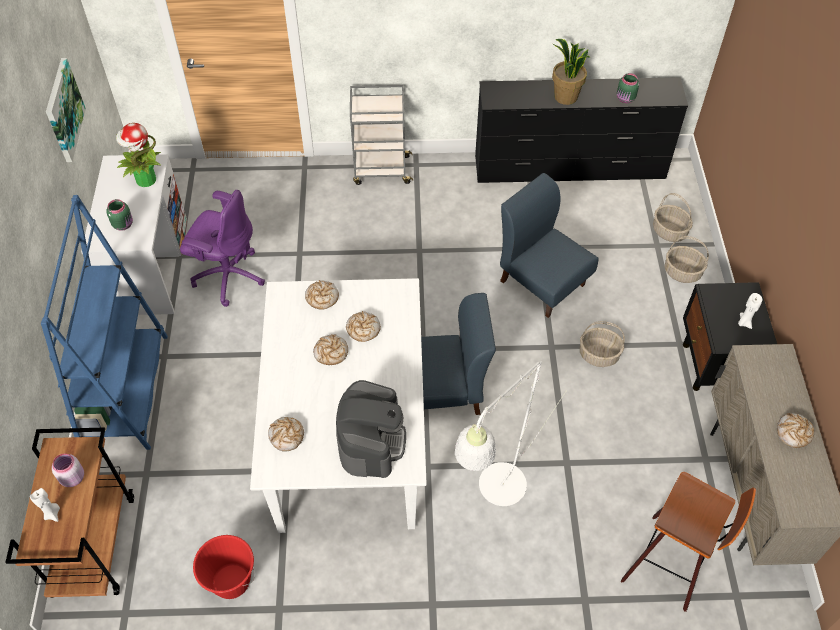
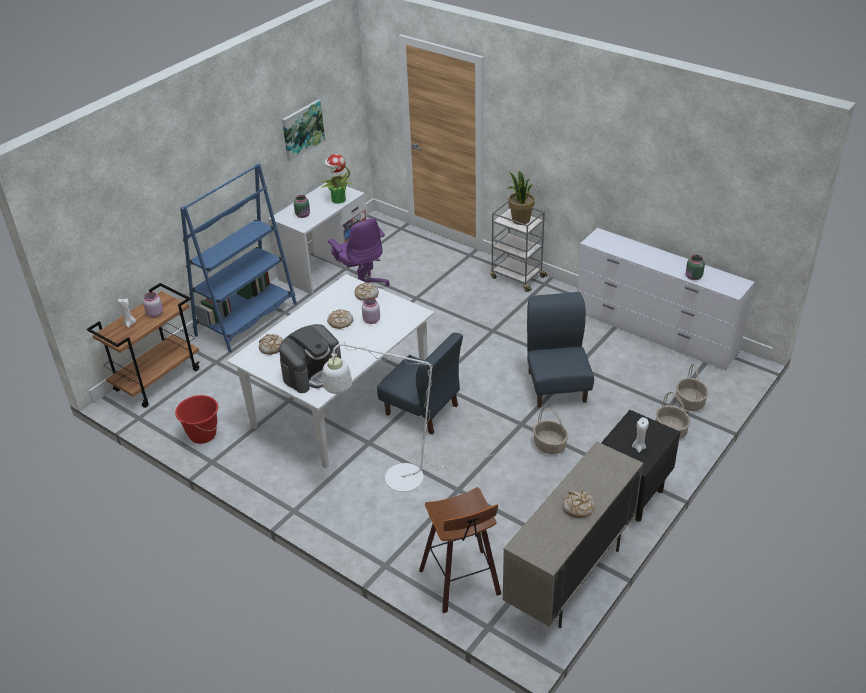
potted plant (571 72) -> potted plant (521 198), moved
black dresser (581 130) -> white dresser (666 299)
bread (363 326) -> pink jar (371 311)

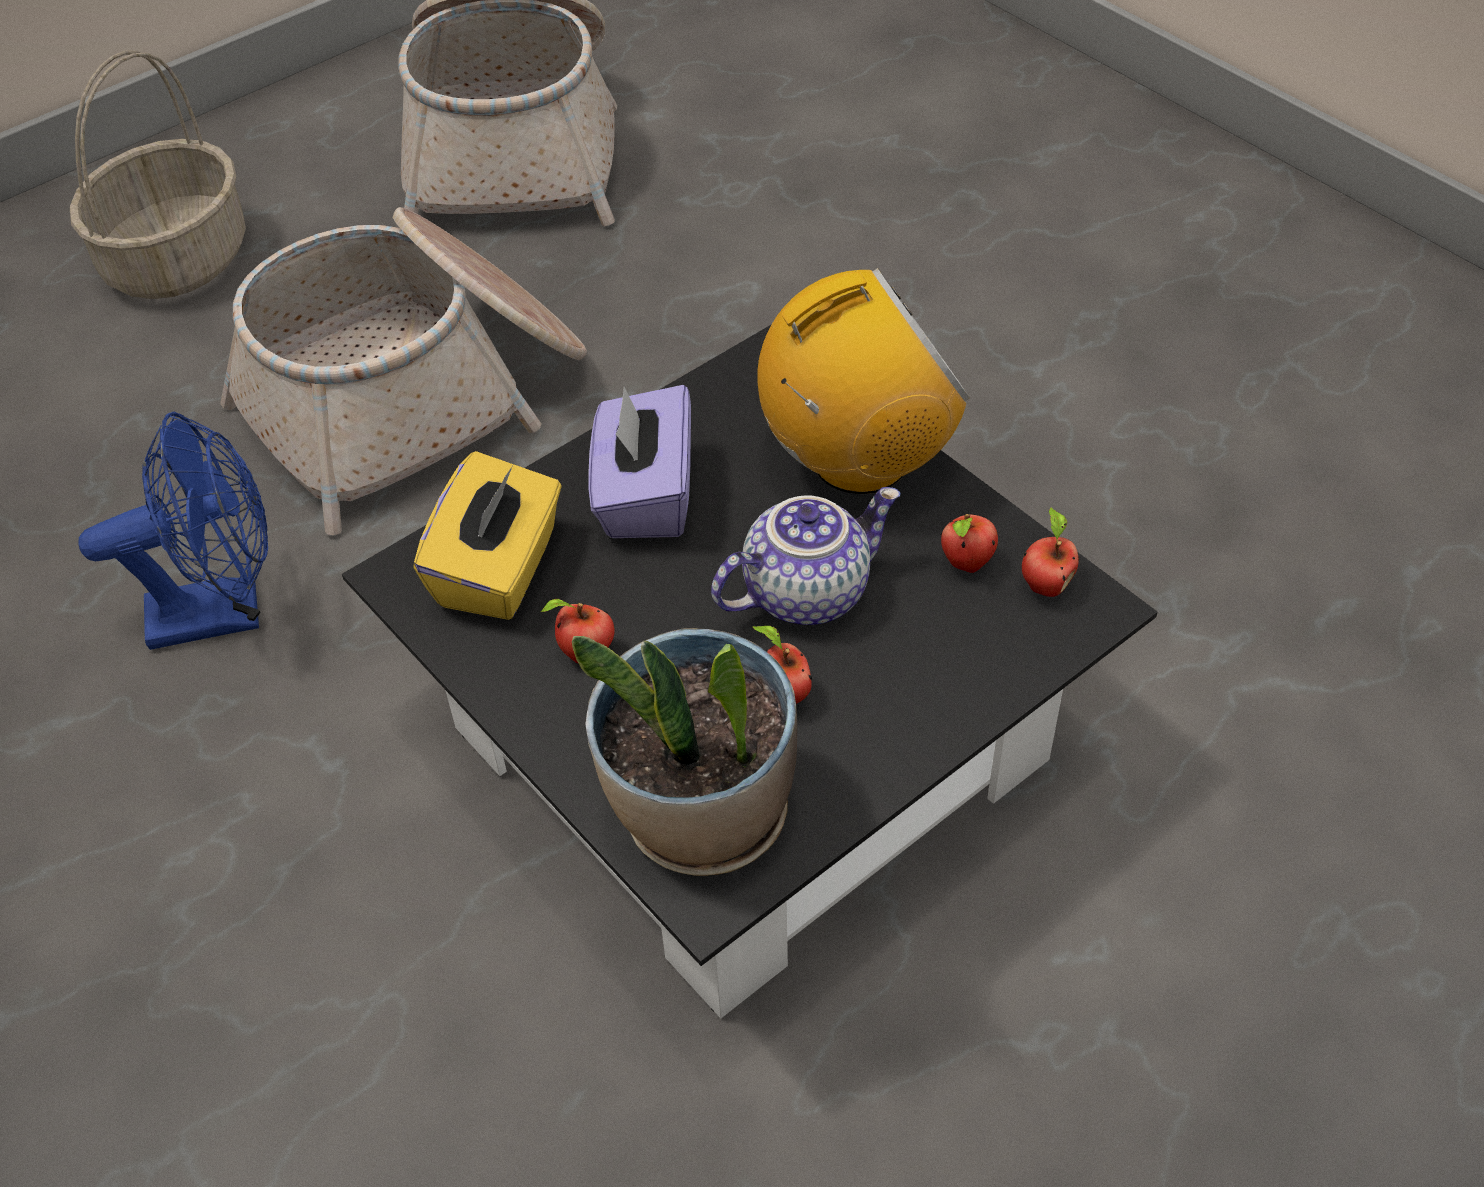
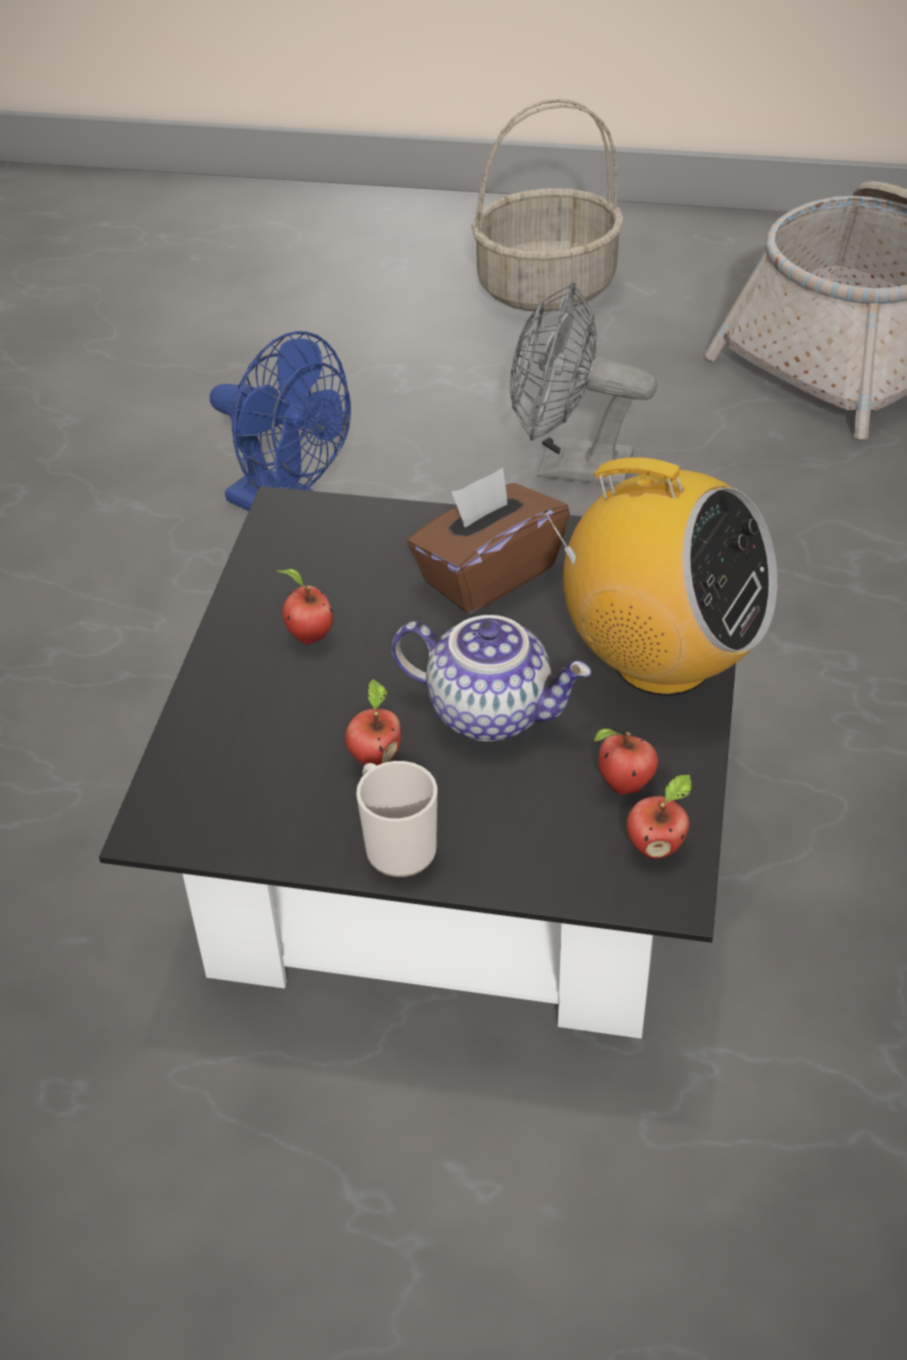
basket (403 371) -> grey fan (583 384)
purple tissue box (639 461) -> brown tissue box (488 541)
yellow tissue box (487 535) -> none
potted plant (684 752) -> none
none -> mug (396 819)

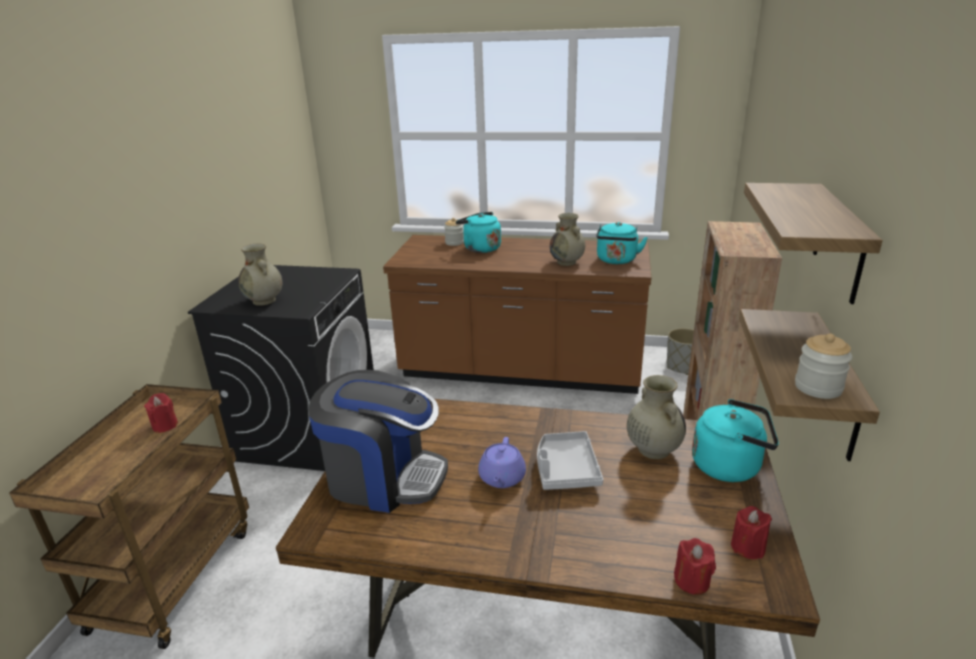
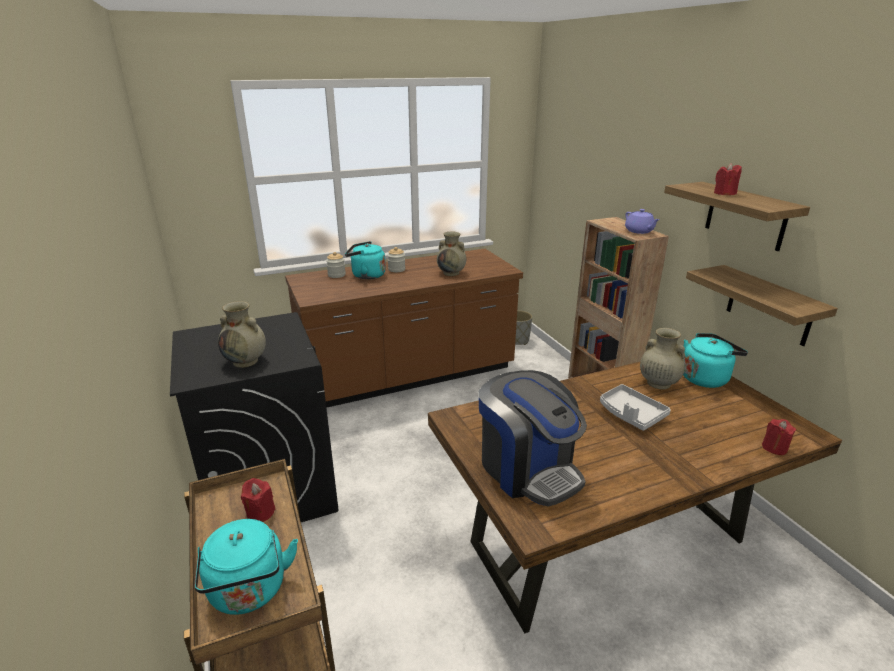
turquoise kettle (622 243) -> turquoise kettle (246 567), moved
jar (823 366) -> jar (396 259), moved
coffee machine (378 441) -> coffee machine (532 438), 75 degrees clockwise
purple teapot (502 462) -> purple teapot (642 221), moved
red candle (751 532) -> red candle (728 179), moved

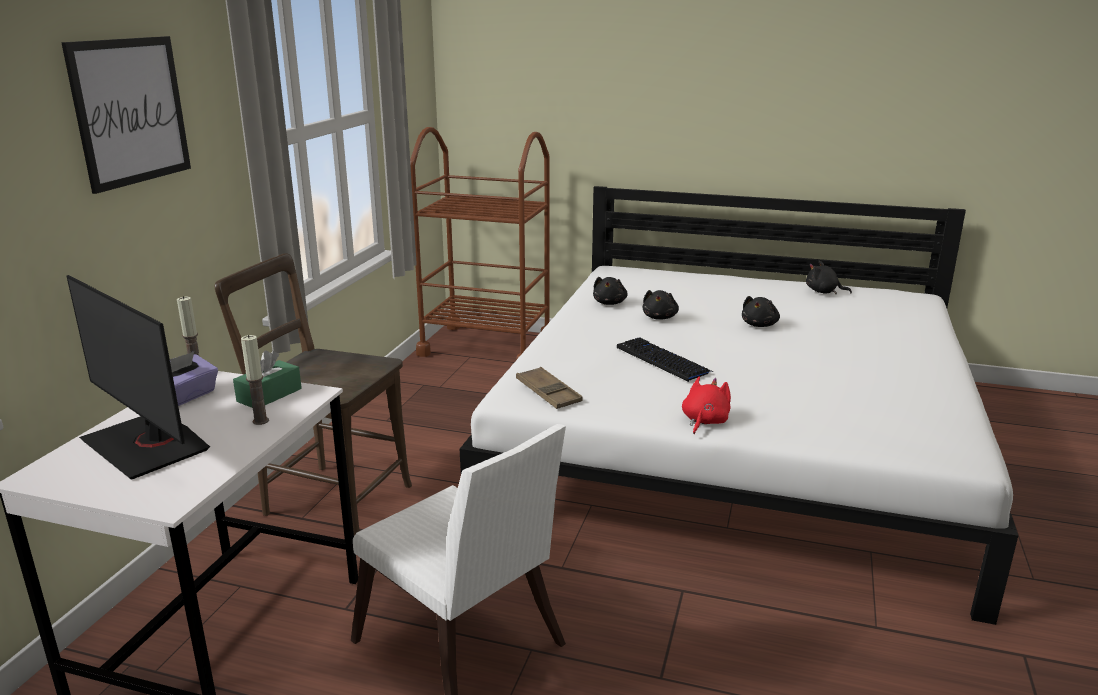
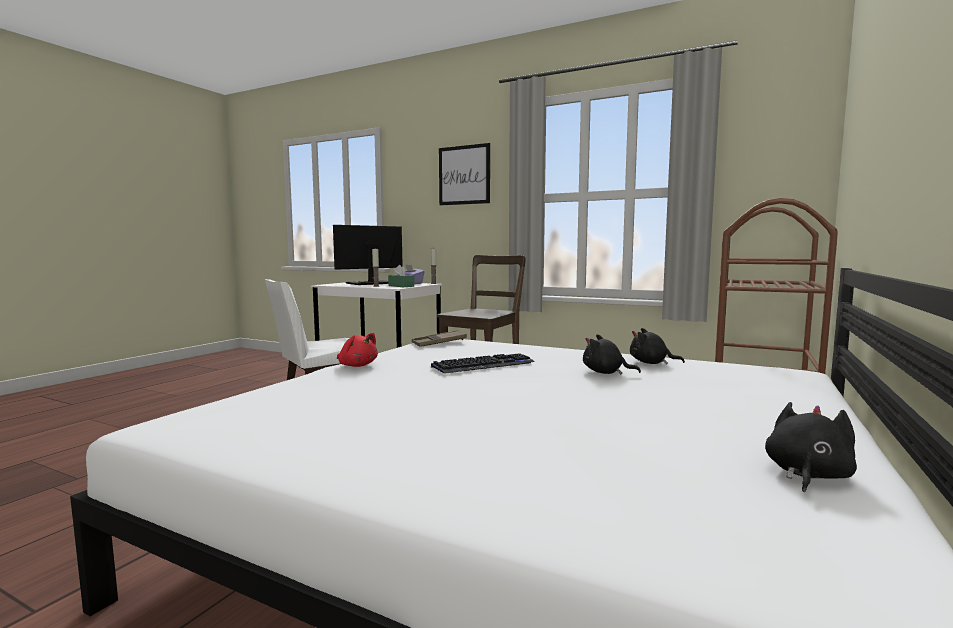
black plush toy (761 311) -> none

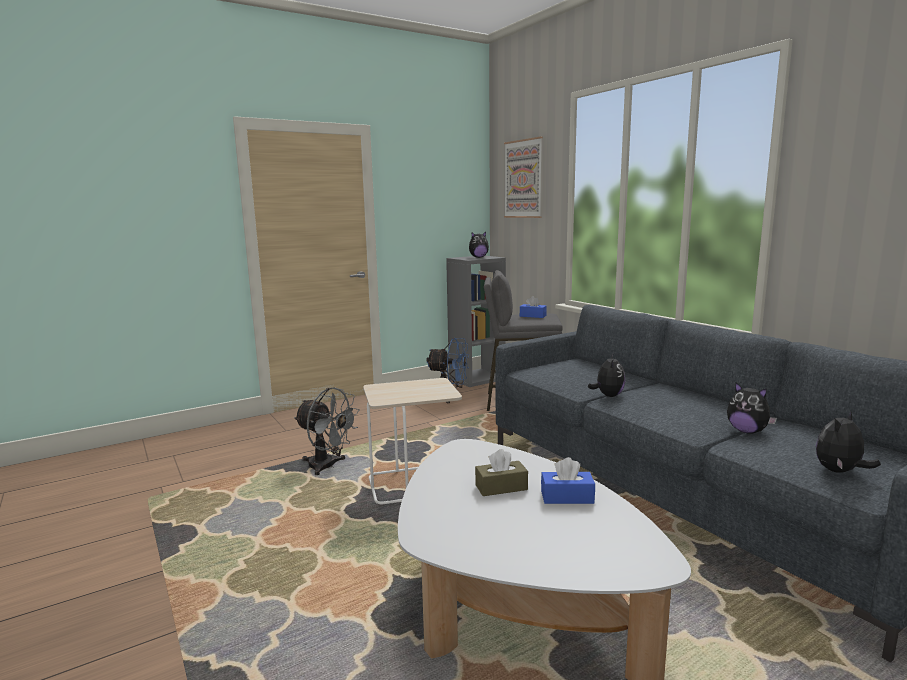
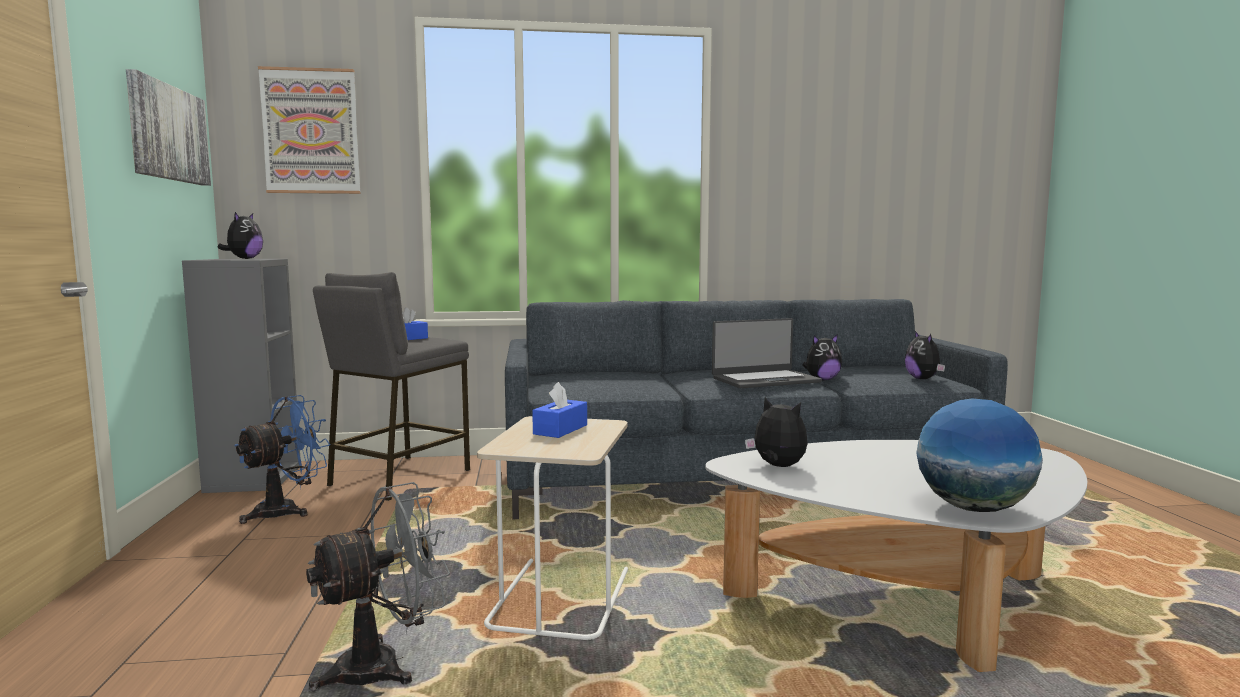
plush toy (606 375) -> plush toy (776 432), moved
brown tissue box (501 472) -> none
blue tissue box (568 480) -> blue tissue box (559 410), moved
none -> picture (168 127)
none -> laptop (767 353)
none -> globe (979 455)

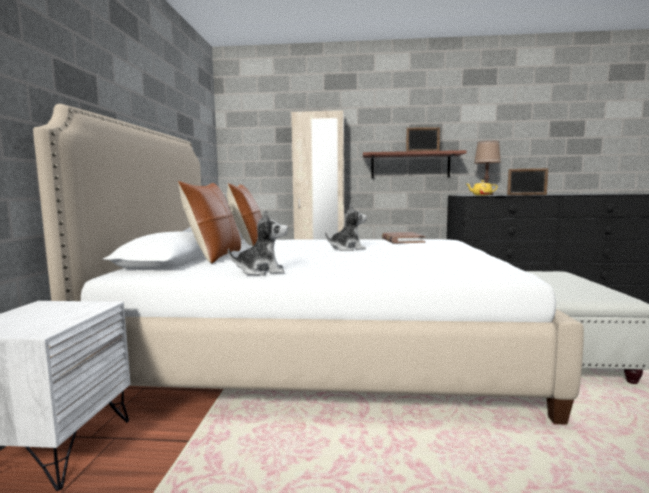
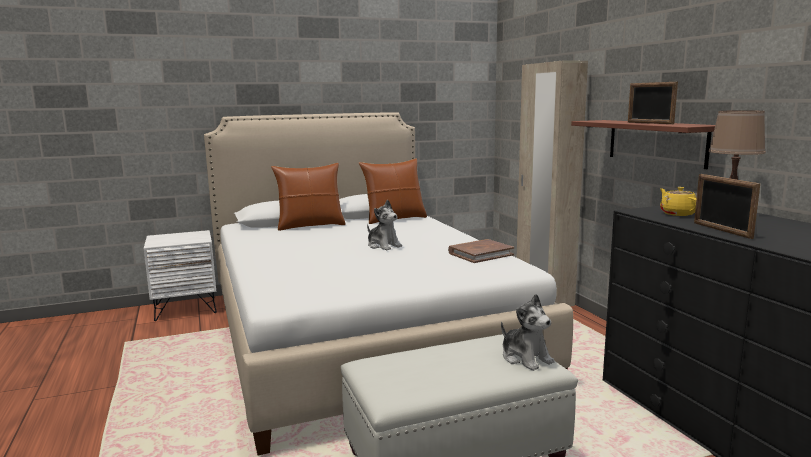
plush toy (258 243) -> plush toy (527 332), moved

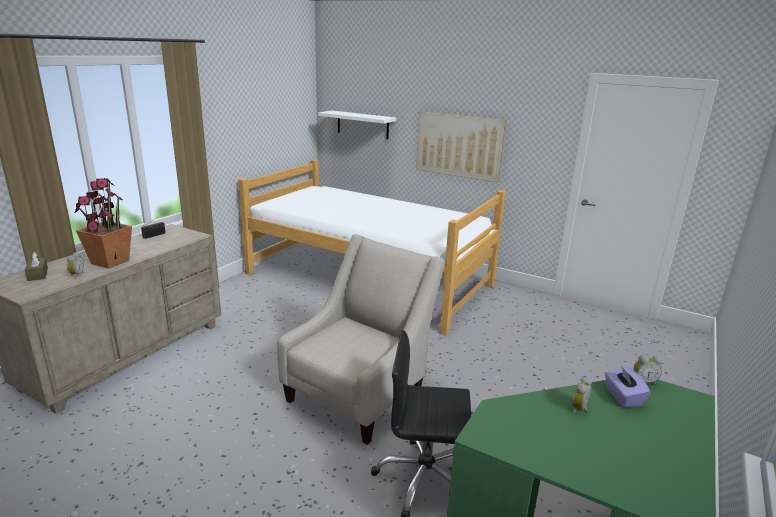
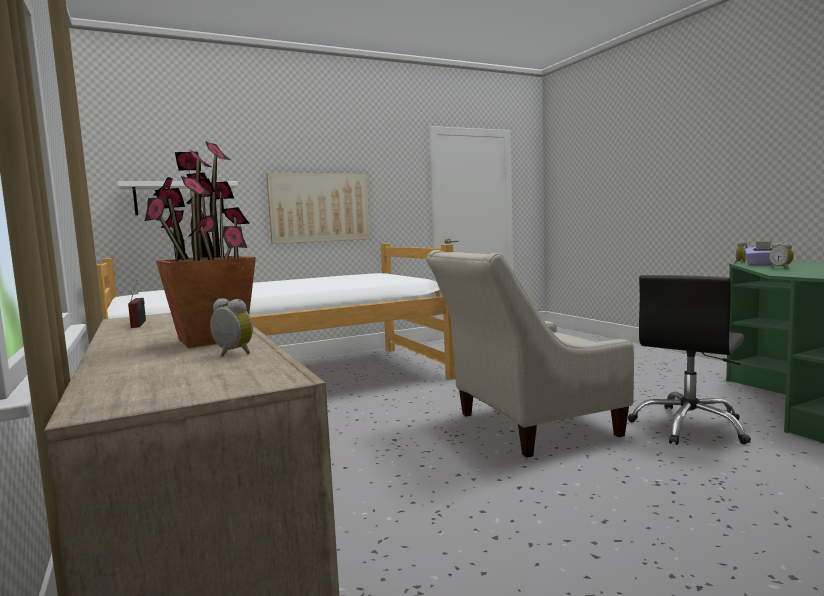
beige armchair (361 339) -> beige armchair (530 354), 90 degrees counterclockwise
brown tissue box (36 266) -> none

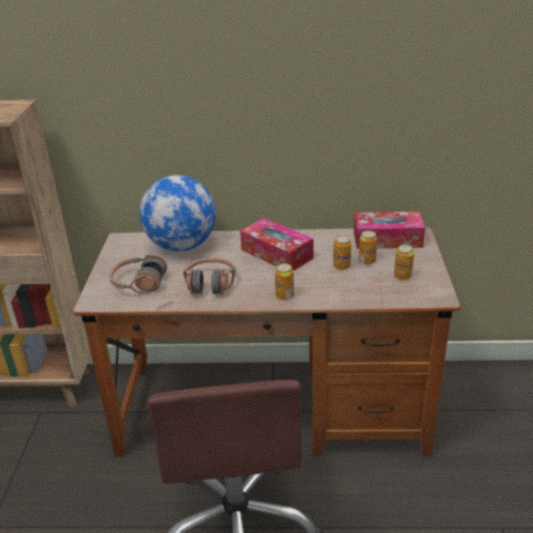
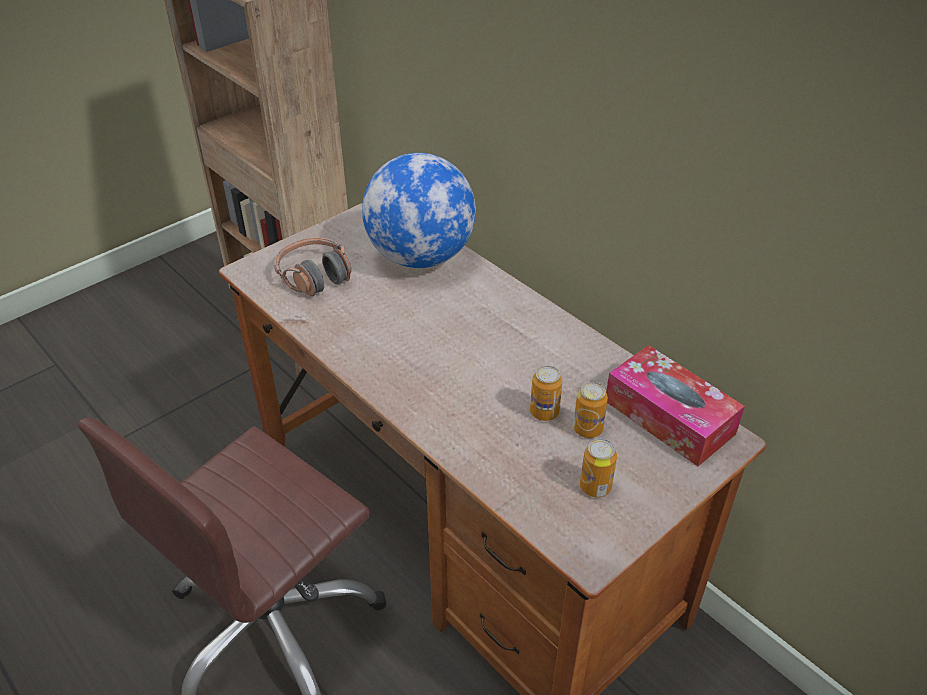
tissue box (277 244) -> none
headphones (209 276) -> none
can (284 281) -> none

